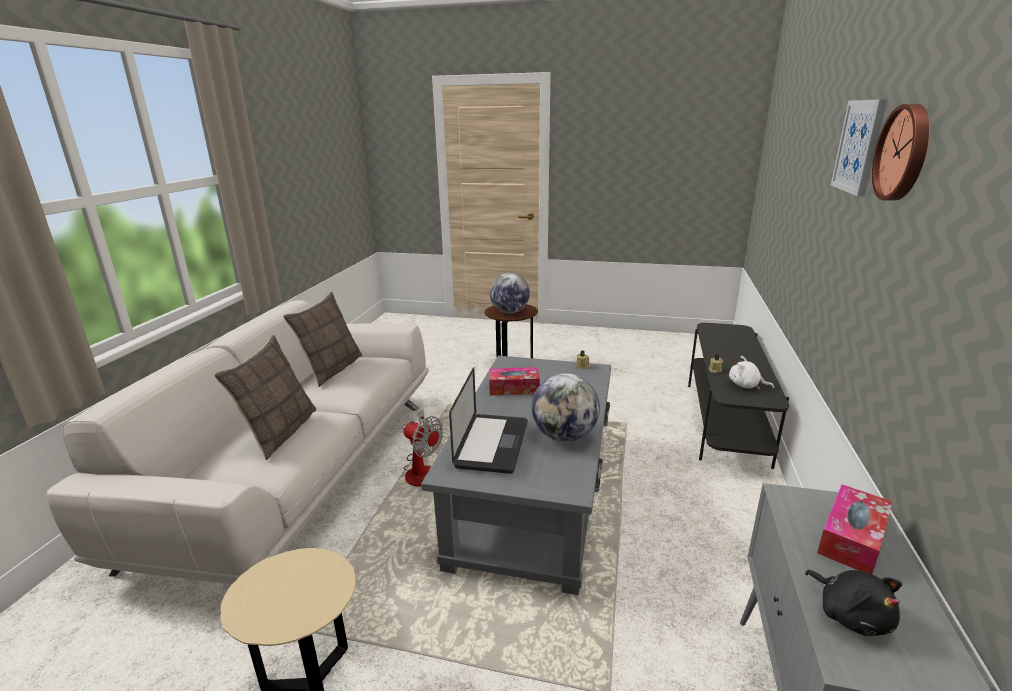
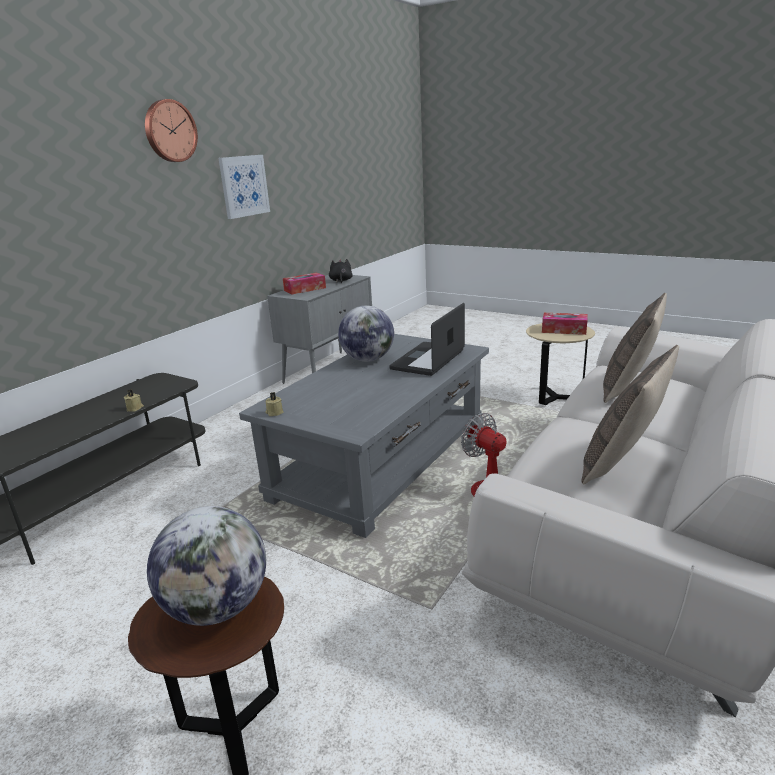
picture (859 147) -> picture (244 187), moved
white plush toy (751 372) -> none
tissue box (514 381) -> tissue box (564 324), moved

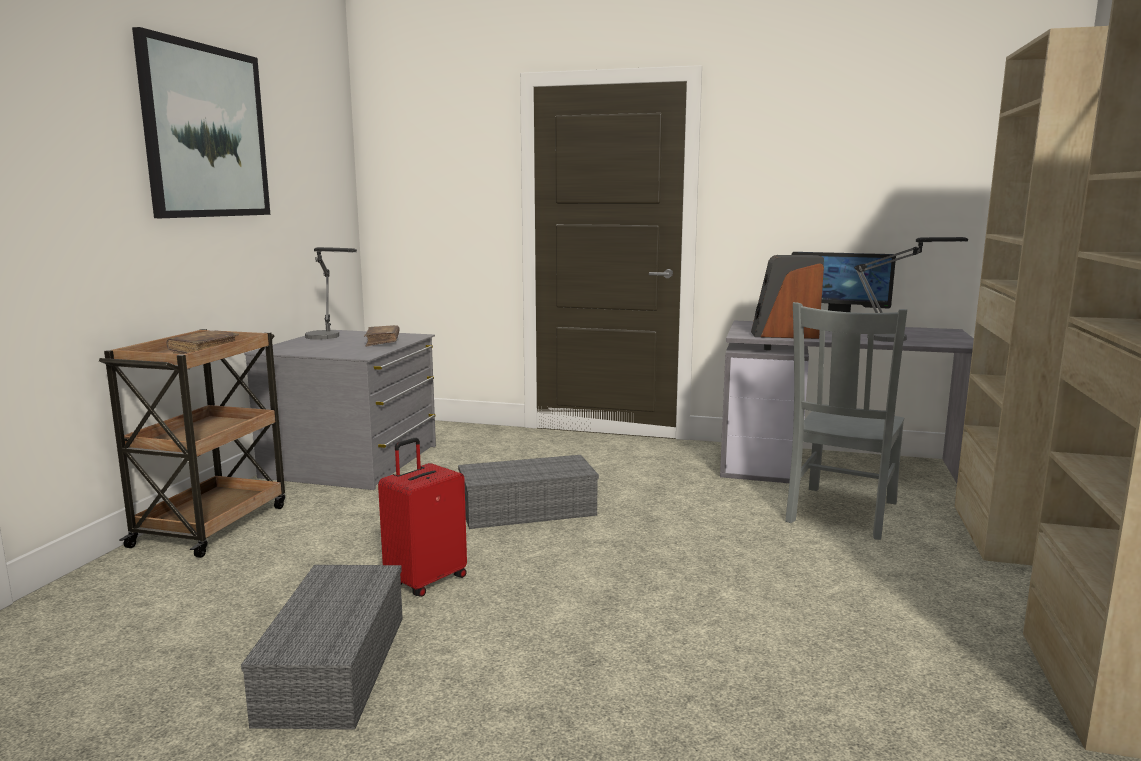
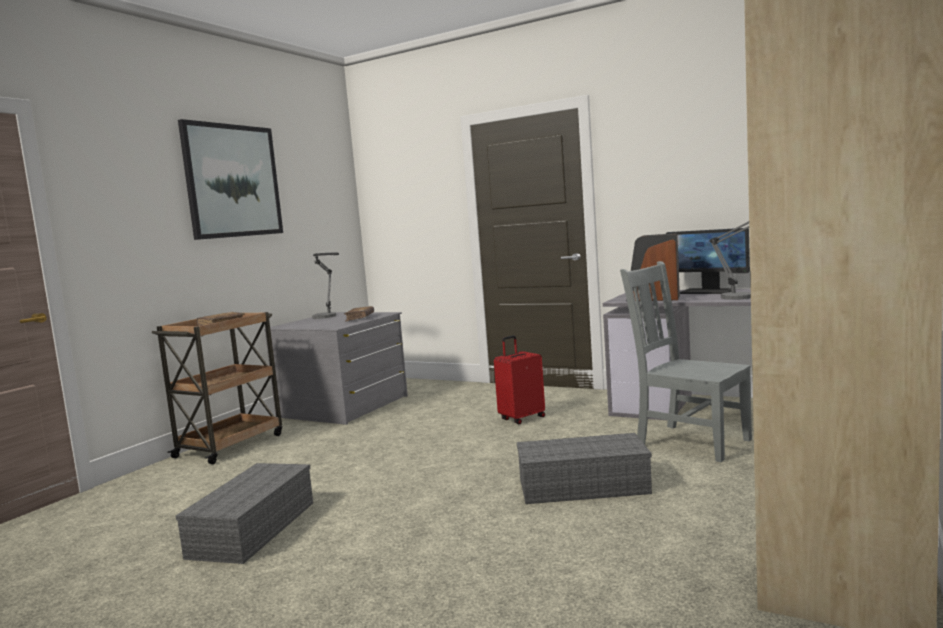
grey chair (846 421) -> grey chair (686 361), 90 degrees clockwise
red suitcase (422 517) -> red suitcase (519 379), moved
grey storage box (528 492) -> grey storage box (584 468), moved

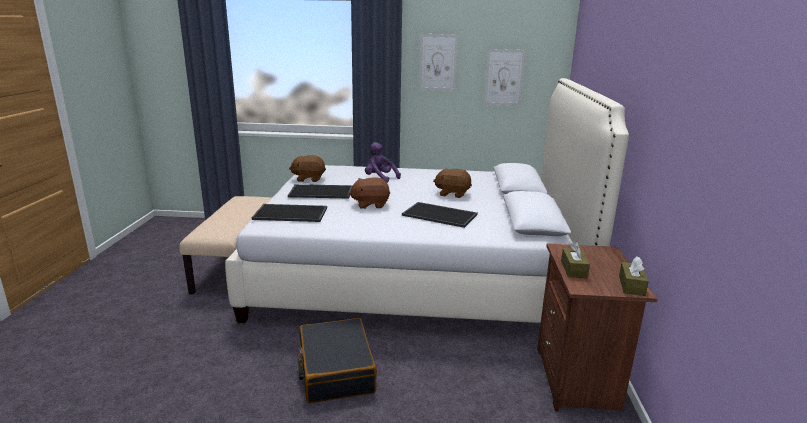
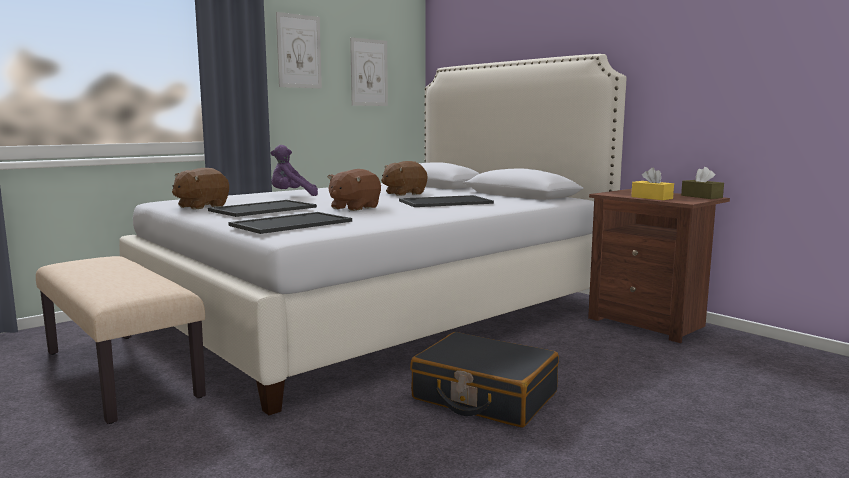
brown tissue box (575 260) -> yellow tissue box (652 184)

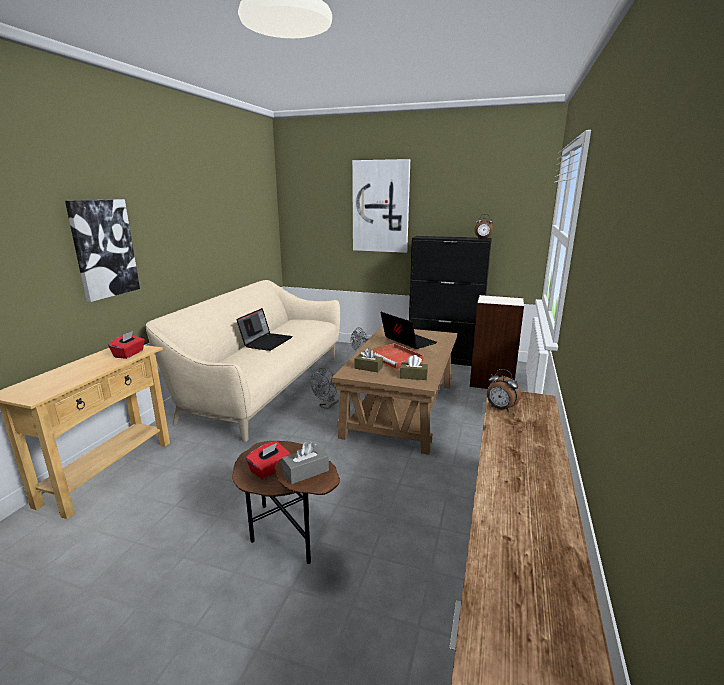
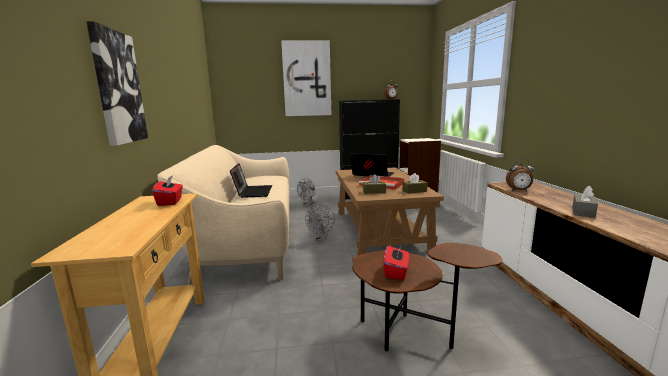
grey tissue box (305 463) -> grey tissue box (585 202), moved

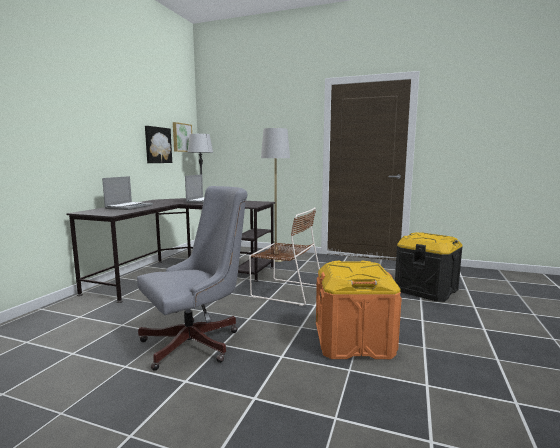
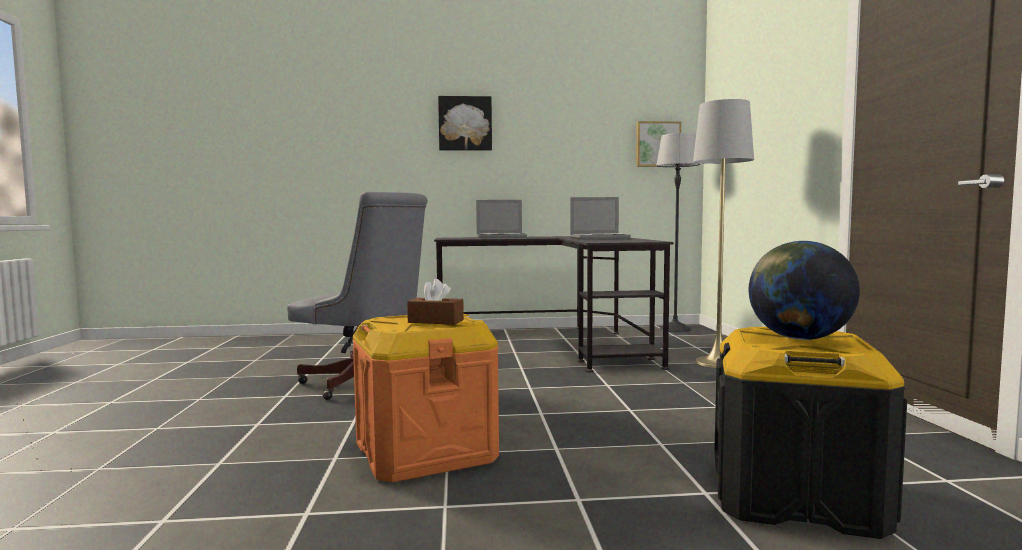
picture (158 144) -> picture (465 123), moved
brown chair (284 257) -> none
none -> globe (804 290)
none -> brown tissue box (435 302)

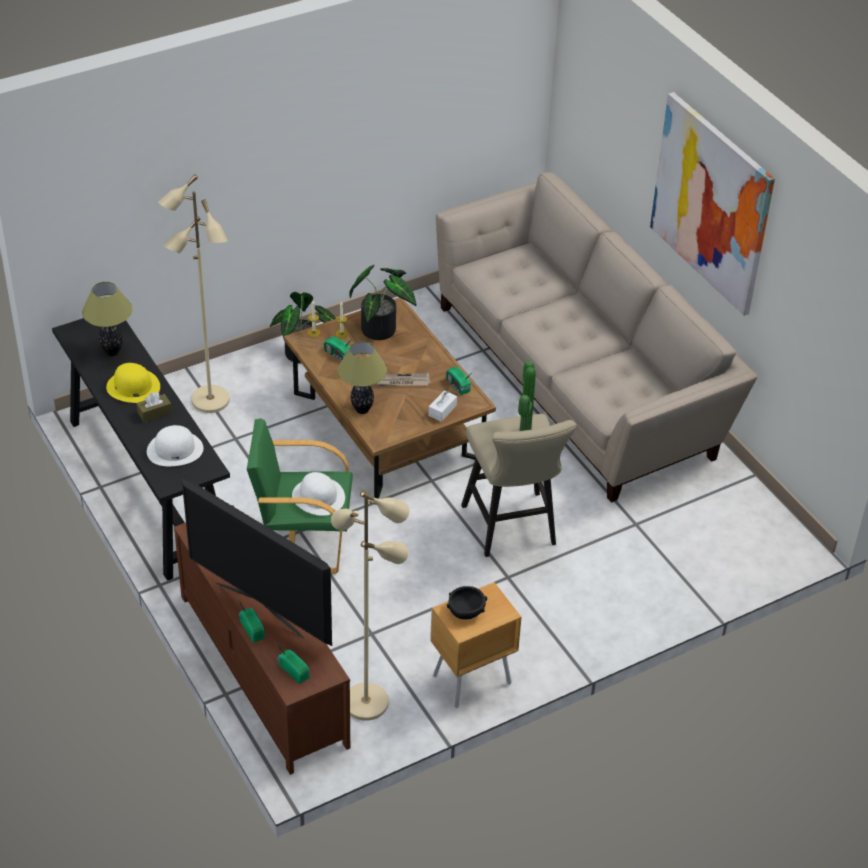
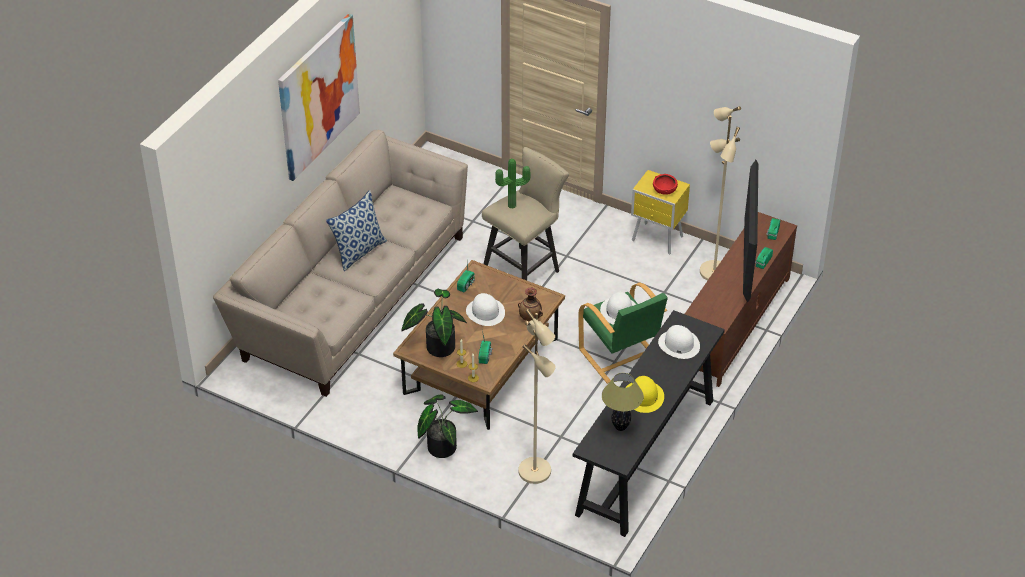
table lamp (362 378) -> vase (530 304)
newspaper (403 379) -> white hat (485 309)
white tissue box (442 406) -> none
brown tissue box (154 407) -> none
brown nightstand (476 644) -> yellow nightstand (660 212)
black bowl (467 603) -> red bowl (665 184)
none -> pillow (356 230)

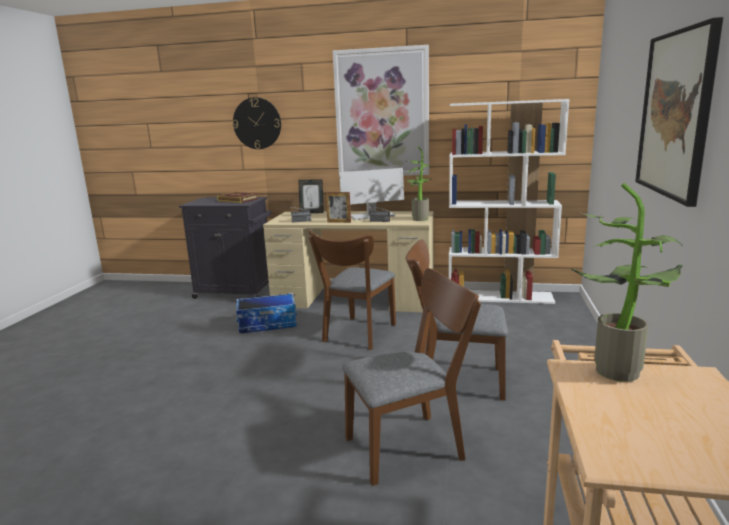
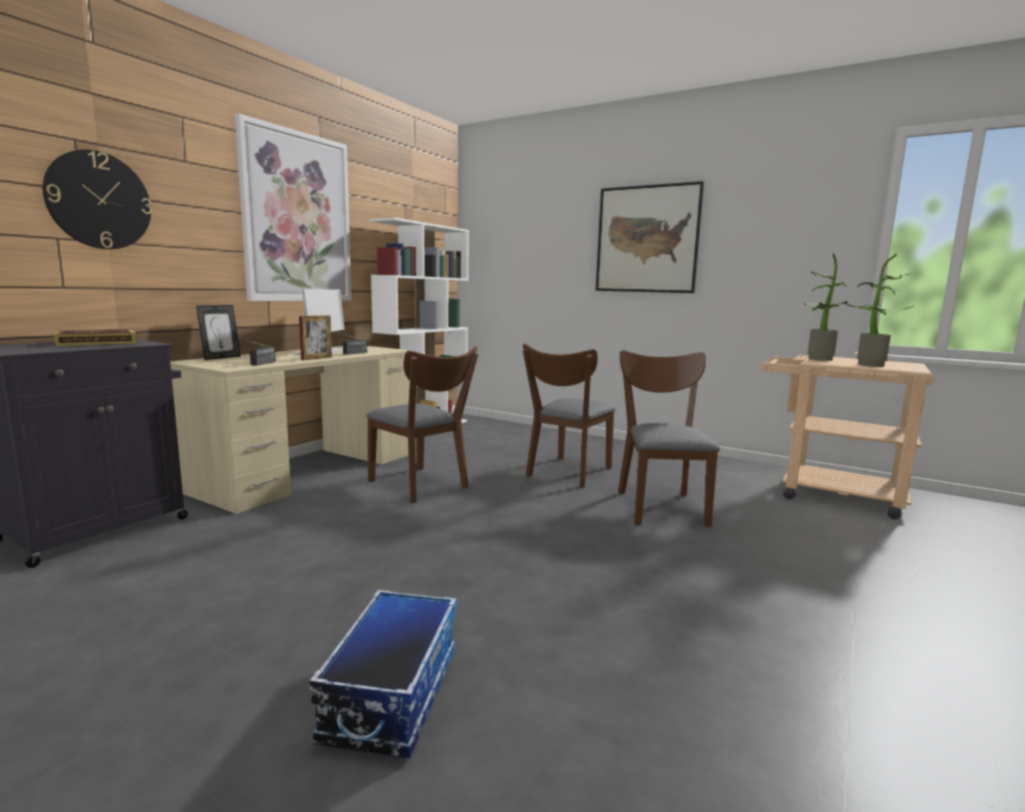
potted plant (419 183) -> potted plant (879 310), moved
storage box (266 313) -> storage box (383 674), moved

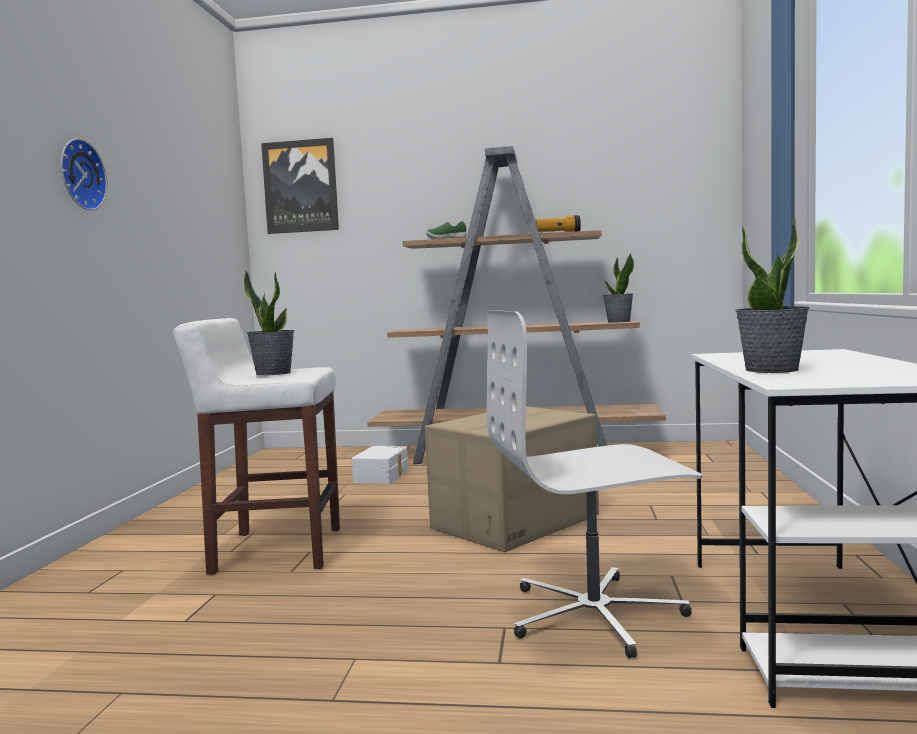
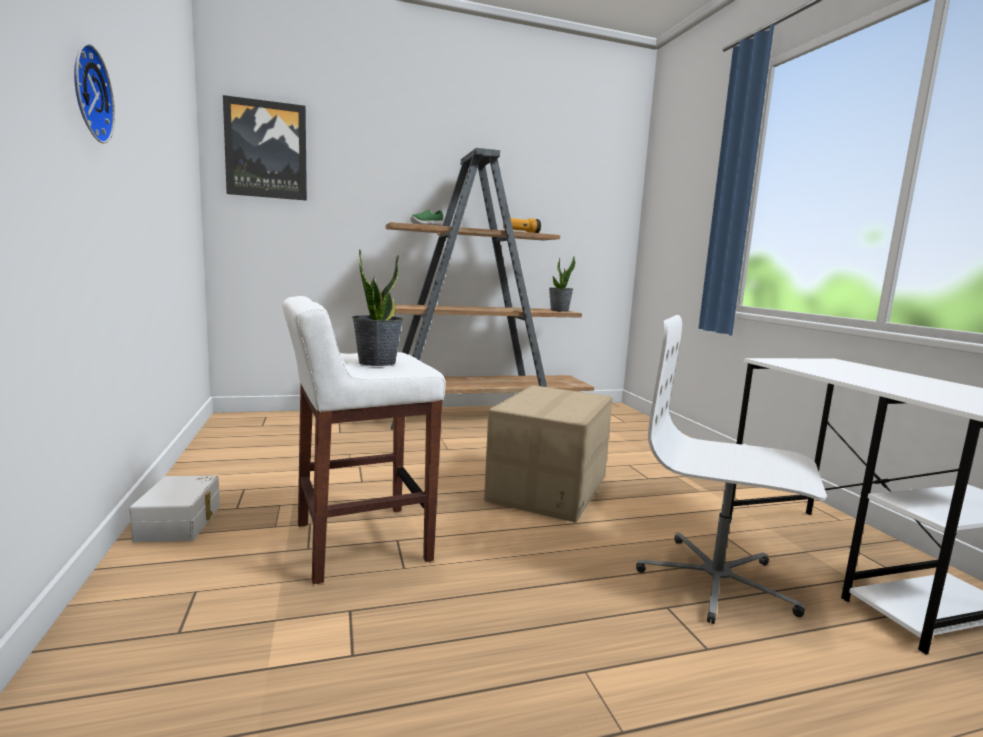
potted plant (772 295) -> none
white office chair (594 484) -> white office chair (731 469), 60 degrees clockwise
white storage box (380 465) -> white storage box (175 509), moved

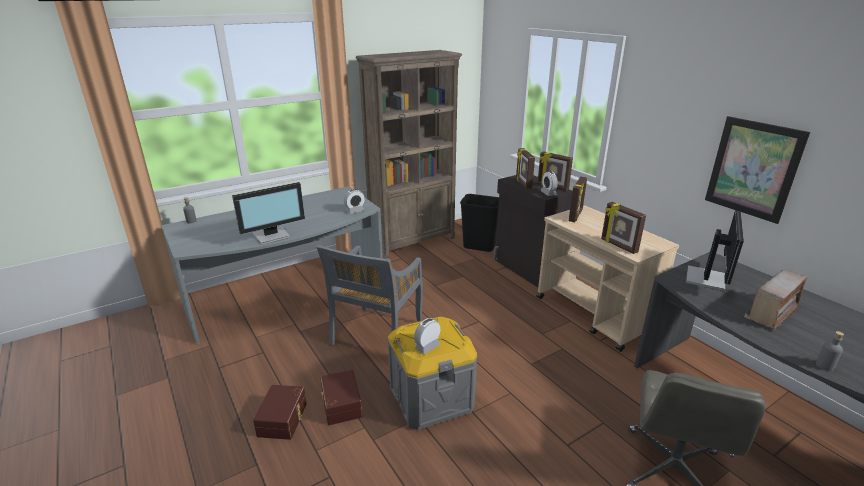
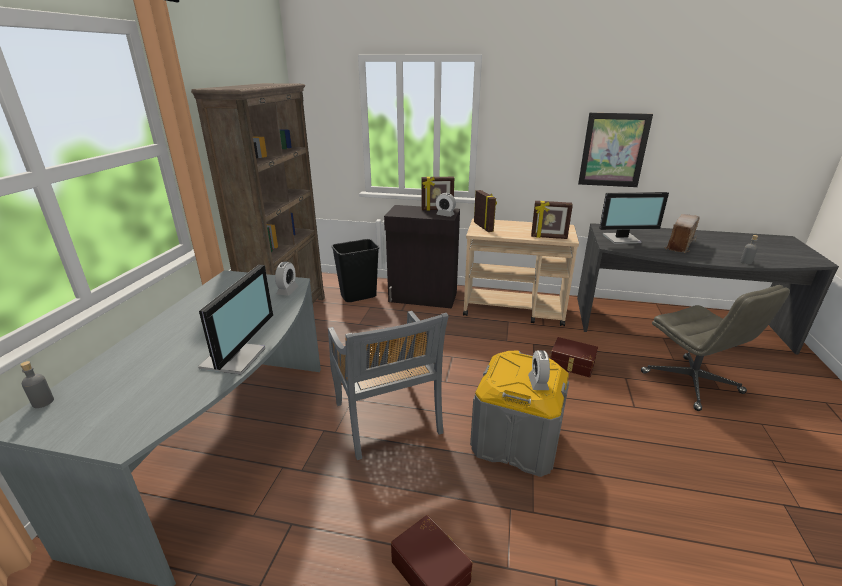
picture frame (525 168) -> none
monitor (715 250) -> monitor (634 218), 105 degrees clockwise
radio (776 299) -> radio (682 233), 150 degrees counterclockwise
brown storage box (341 397) -> brown storage box (574 357), moved

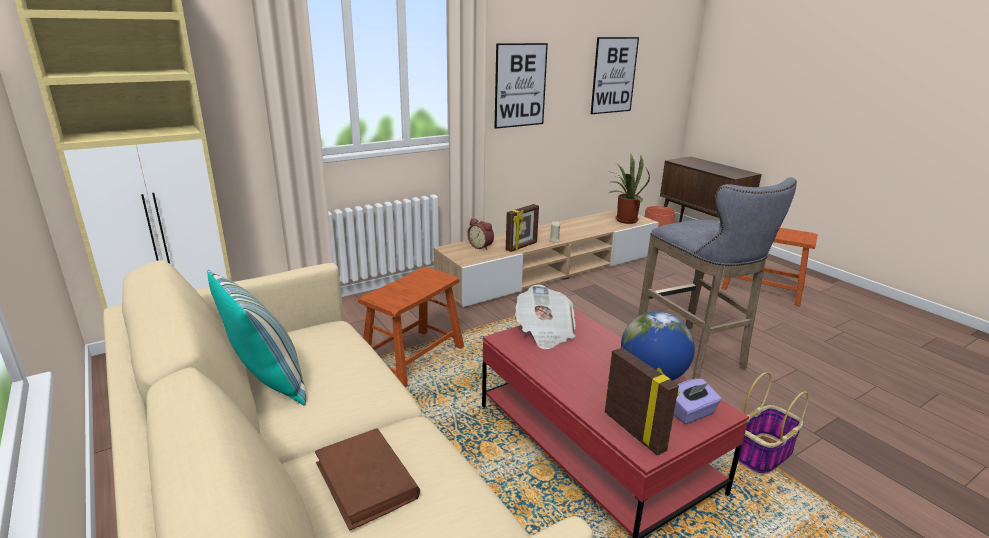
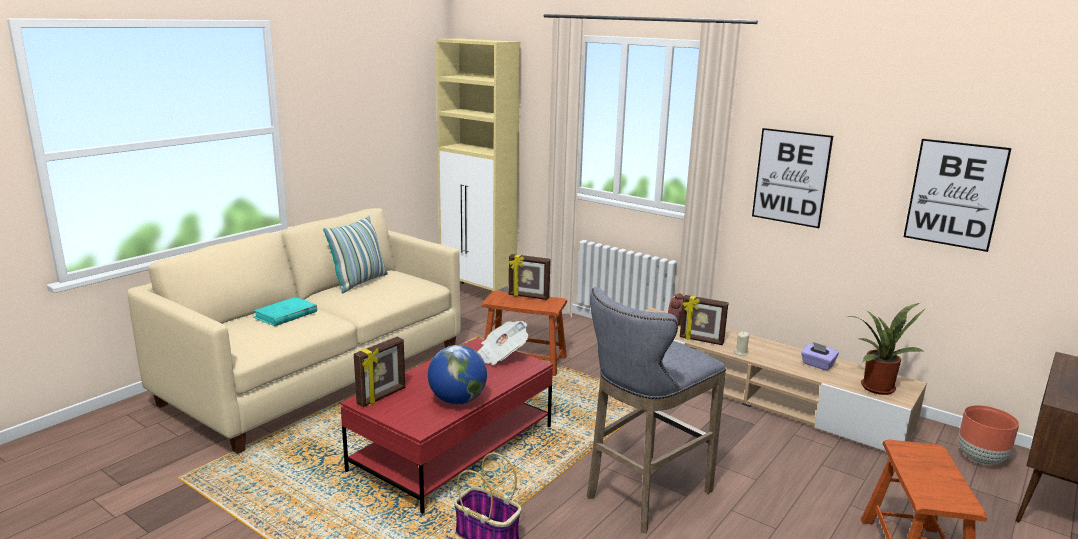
purple tissue box (698 401) -> purple tissue box (820 356), moved
brown book (367 479) -> turquoise book (285 311)
none -> picture frame (530 277)

